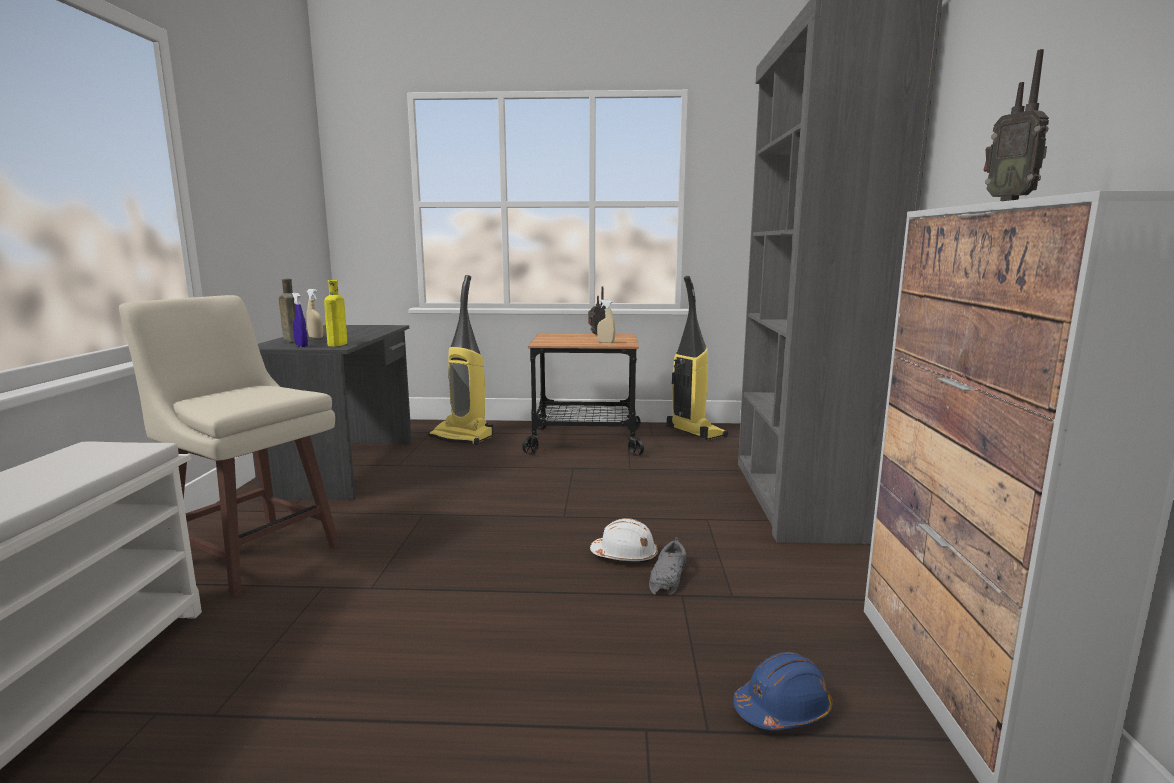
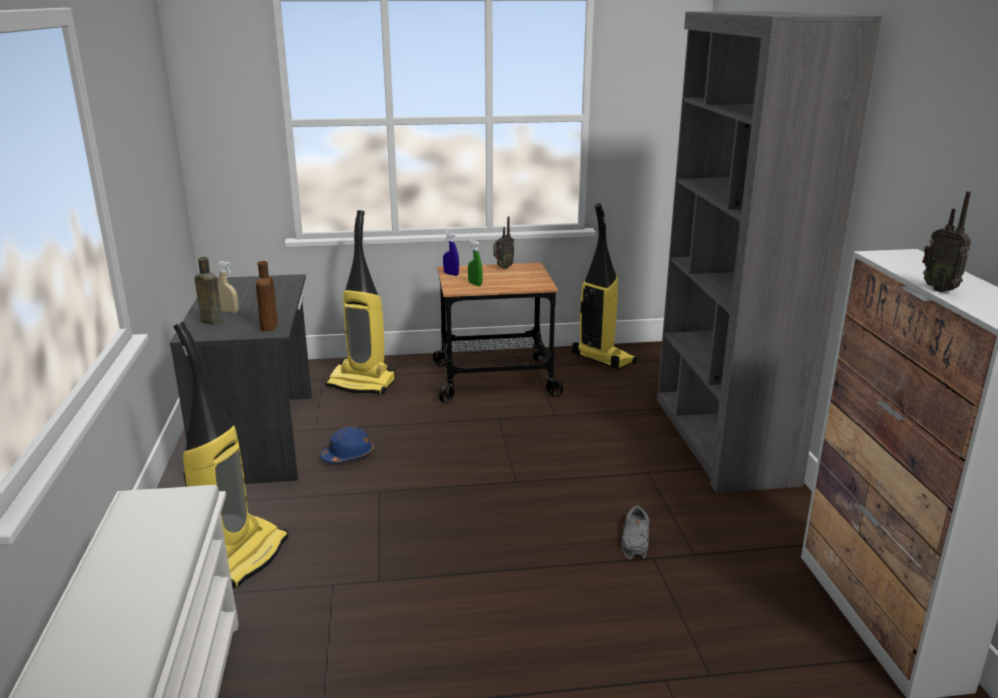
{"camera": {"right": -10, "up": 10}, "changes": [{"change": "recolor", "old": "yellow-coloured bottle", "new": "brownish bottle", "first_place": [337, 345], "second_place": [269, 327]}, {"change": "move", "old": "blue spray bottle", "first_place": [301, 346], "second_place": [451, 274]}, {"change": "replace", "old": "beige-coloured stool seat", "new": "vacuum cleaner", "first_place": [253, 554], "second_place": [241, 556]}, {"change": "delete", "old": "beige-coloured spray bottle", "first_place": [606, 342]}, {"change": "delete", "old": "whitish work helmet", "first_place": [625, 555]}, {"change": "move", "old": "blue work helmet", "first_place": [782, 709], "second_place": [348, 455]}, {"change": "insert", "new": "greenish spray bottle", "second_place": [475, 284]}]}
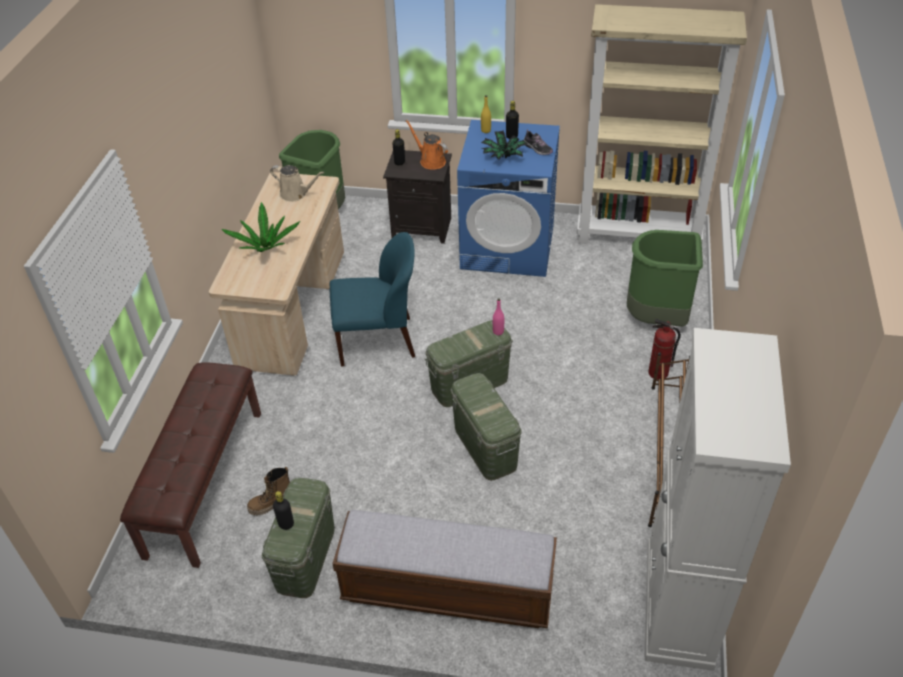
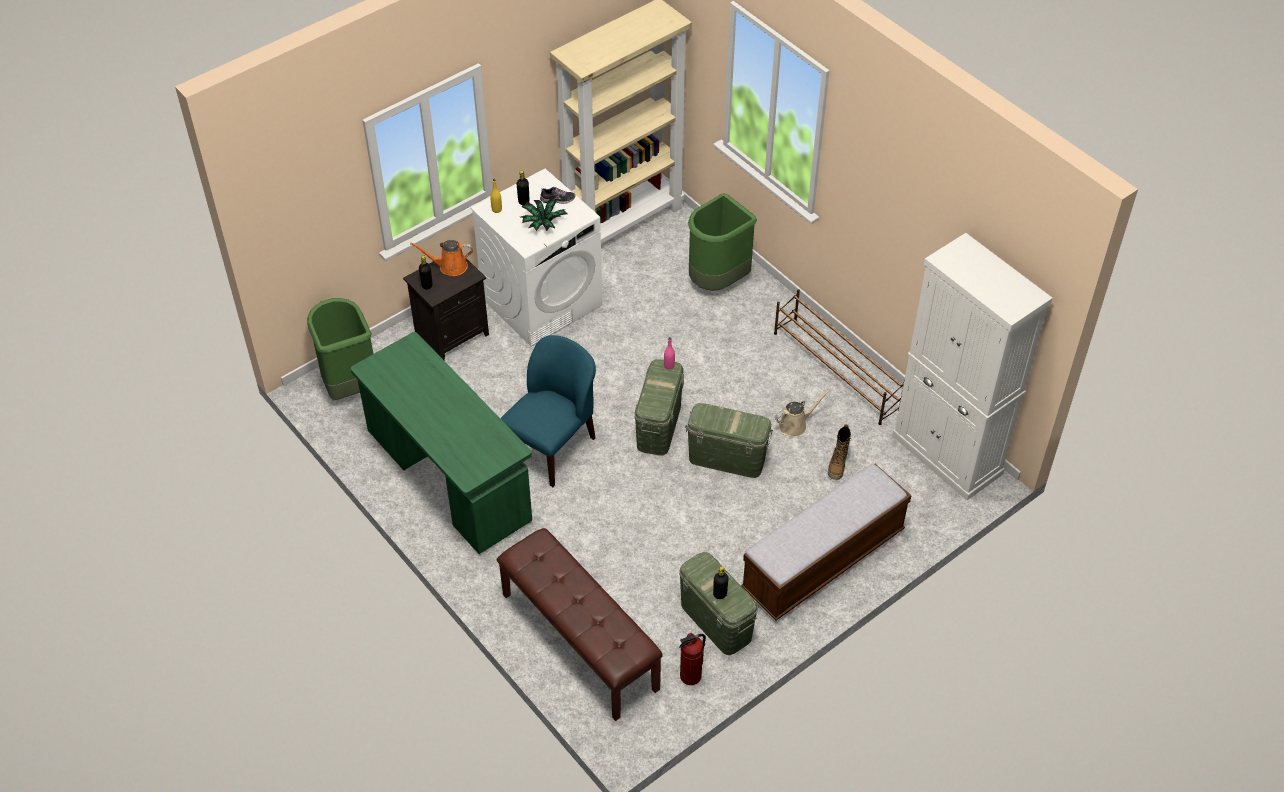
{"camera": {"right": -50, "up": 5}, "changes": [{"change": "recolor", "old": "blue laundry appliance", "new": "whitish laundry appliance", "first_place": [508, 247], "second_place": [542, 301]}, {"change": "move", "old": "beige-coloured watering pot", "first_place": [296, 194], "second_place": [795, 425]}, {"change": "recolor", "old": "beige-coloured desk", "new": "greenish desk", "first_place": [292, 309], "second_place": [448, 477]}, {"change": "delete", "old": "plant in a pot", "first_place": [265, 247]}, {"change": "move", "old": "extinguisher", "first_place": [658, 373], "second_place": [690, 676]}, {"change": "move", "old": "high-top boot", "first_place": [272, 504], "second_place": [838, 465]}]}
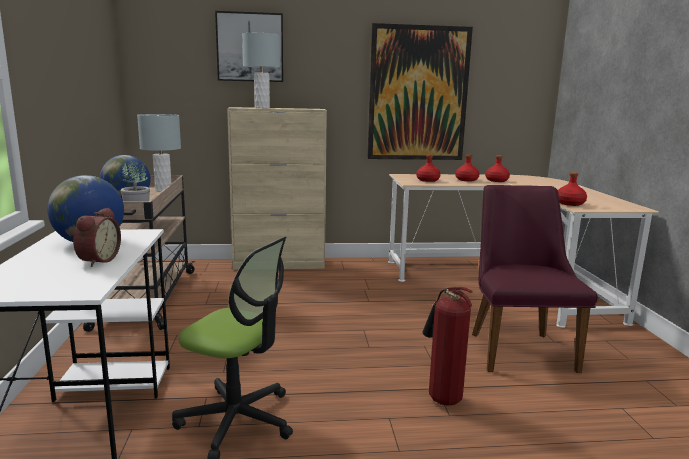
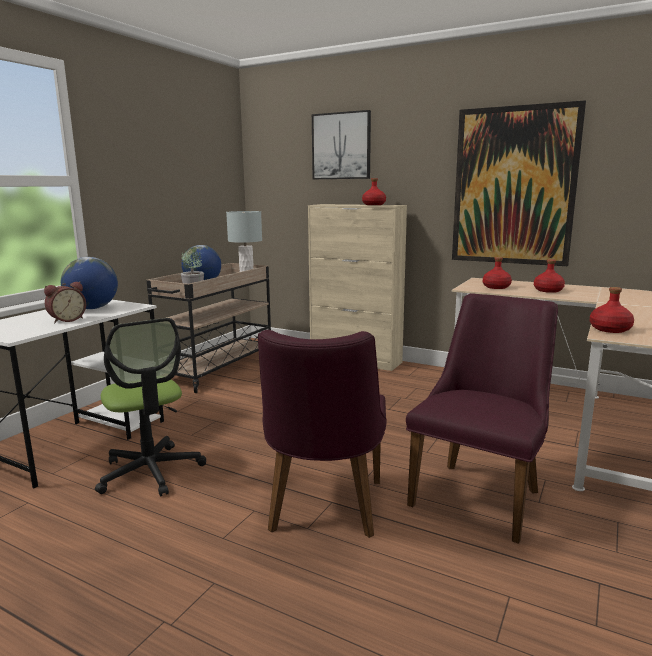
{"camera": {"right": 35, "up": 0}, "changes": [{"change": "delete", "old": "grey lamp for a table", "first_place": [262, 108]}, {"change": "move", "old": "red bottle", "first_place": [496, 180], "second_place": [373, 205]}, {"change": "replace", "old": "extinguisher", "new": "purple-coloured upright chair", "first_place": [441, 398], "second_place": [323, 511]}]}
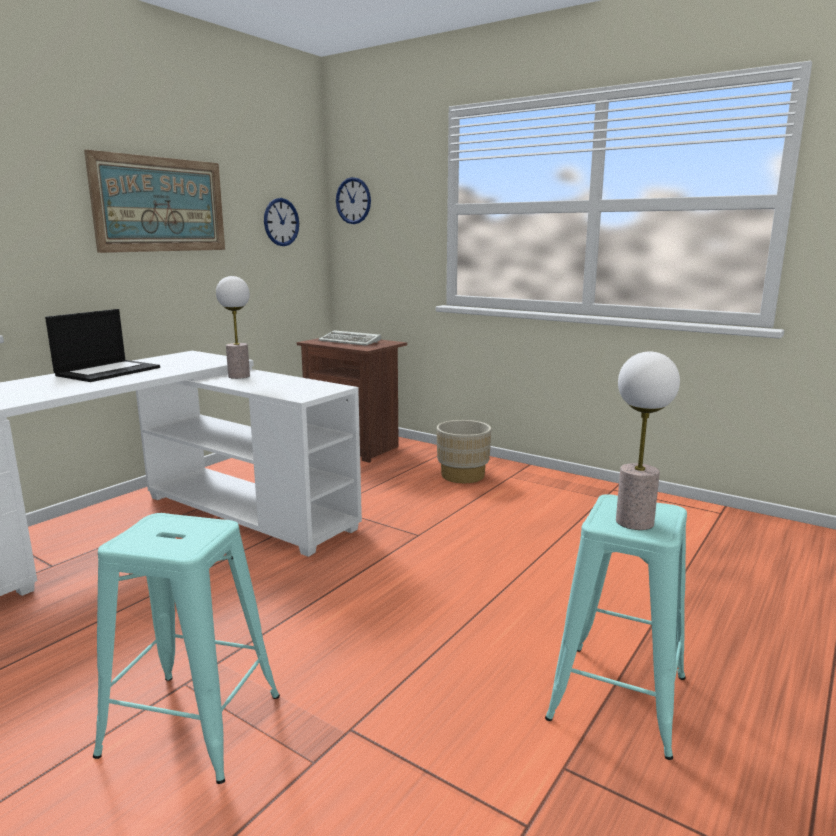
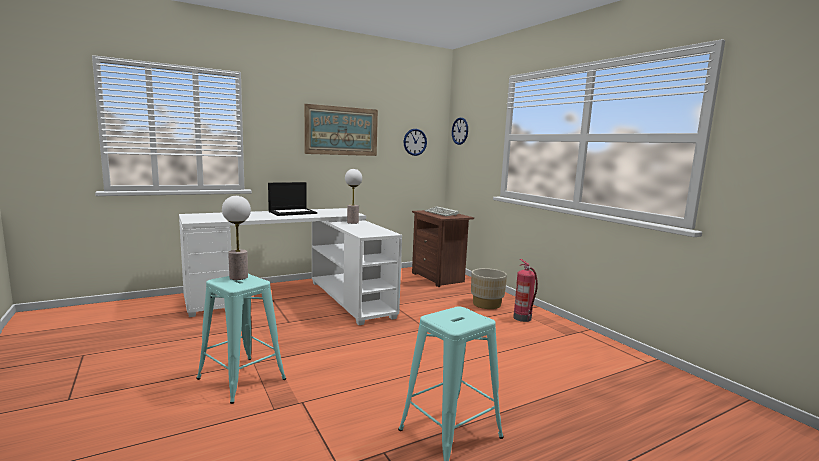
{"camera": {"right": 25, "up": -5}, "changes": [{"change": "move", "old": "lamp for a table", "first_place": [634, 522], "second_place": [238, 277]}, {"change": "insert", "new": "extinguisher", "second_place": [523, 318]}]}
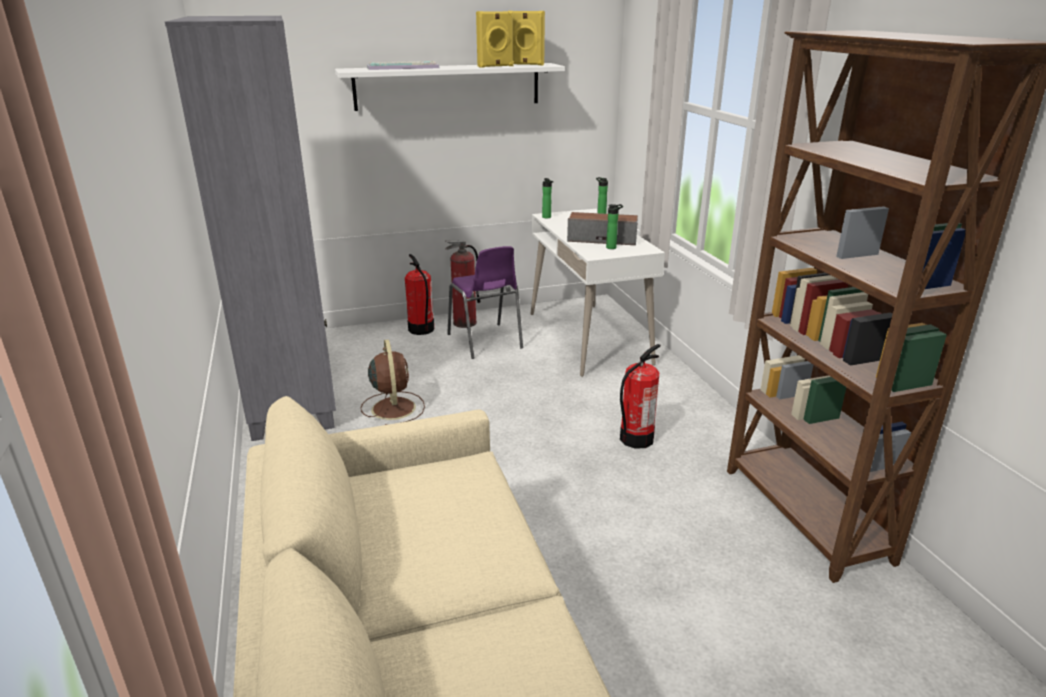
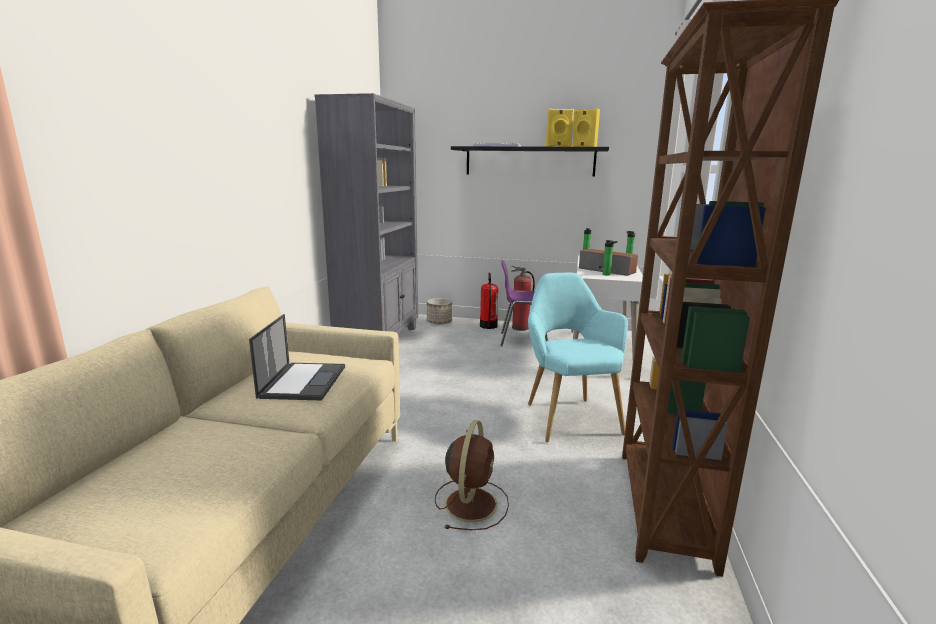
{"camera": {"right": 30, "up": -10}, "changes": [{"change": "recolor", "old": "whitish bracket shelf", "new": "black bracket shelf", "first_place": [448, 86], "second_place": [529, 161]}, {"change": "rotate", "old": "purple-coloured upright chair", "first_place": [485, 342], "second_place": [522, 340], "degrees": 90}, {"change": "move", "old": "brownish fan", "first_place": [393, 407], "second_place": [471, 502]}, {"change": "replace", "old": "extinguisher", "new": "turquoise-coloured lounge chair", "first_place": [636, 439], "second_place": [568, 416]}, {"change": "insert", "new": "planter", "second_place": [439, 322]}, {"change": "insert", "new": "portable computer", "second_place": [303, 381]}]}
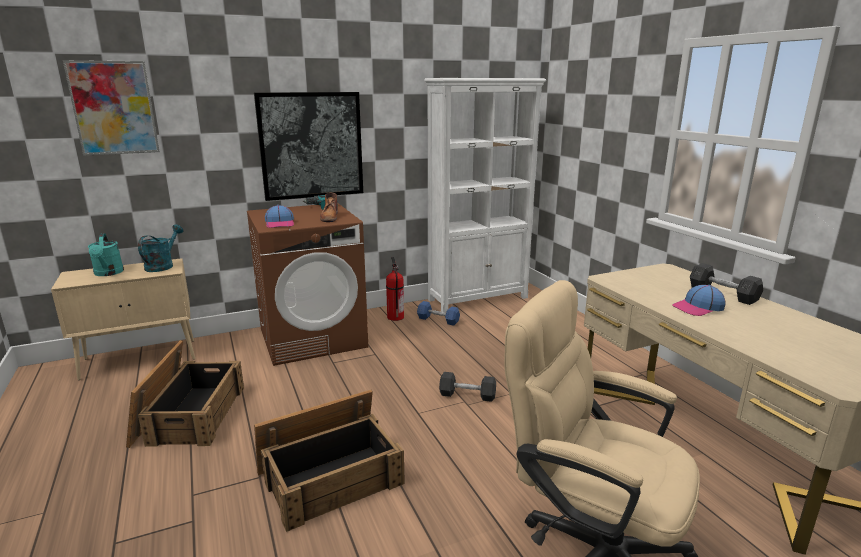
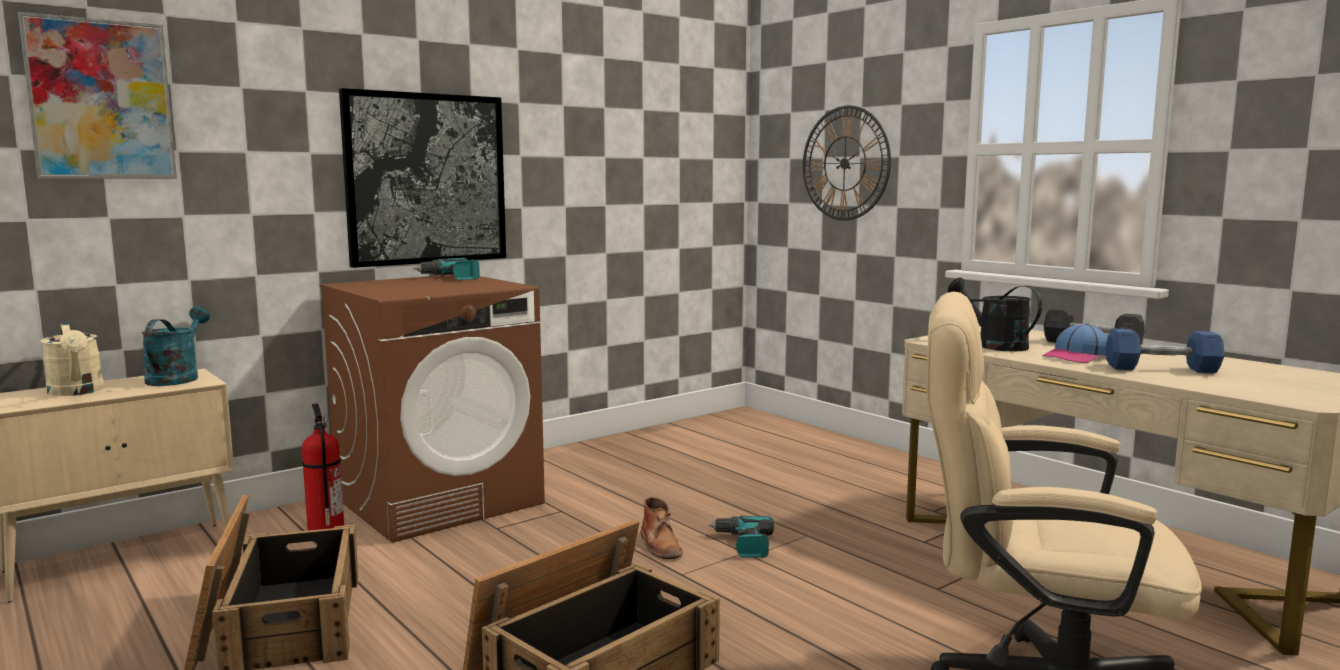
{"camera": {"right": -15, "up": -10}, "changes": [{"change": "delete", "old": "whitish bookcase", "first_place": [478, 298]}, {"change": "move", "old": "brownish high-top boot", "first_place": [329, 217], "second_place": [660, 545]}, {"change": "delete", "old": "baseball cap", "first_place": [280, 223]}, {"change": "recolor", "old": "turquoise-coloured watering pot", "new": "beige-coloured watering pot", "first_place": [108, 273], "second_place": [77, 392]}, {"change": "move", "old": "extinguisher", "first_place": [395, 317], "second_place": [325, 527]}, {"change": "move", "old": "blue dumbbell", "first_place": [438, 320], "second_place": [1161, 369]}, {"change": "replace", "old": "grey dumbbell", "new": "drill", "first_place": [467, 395], "second_place": [743, 544]}, {"change": "insert", "new": "clock on the wall", "second_place": [845, 163]}, {"change": "insert", "new": "black watering pot", "second_place": [994, 345]}]}
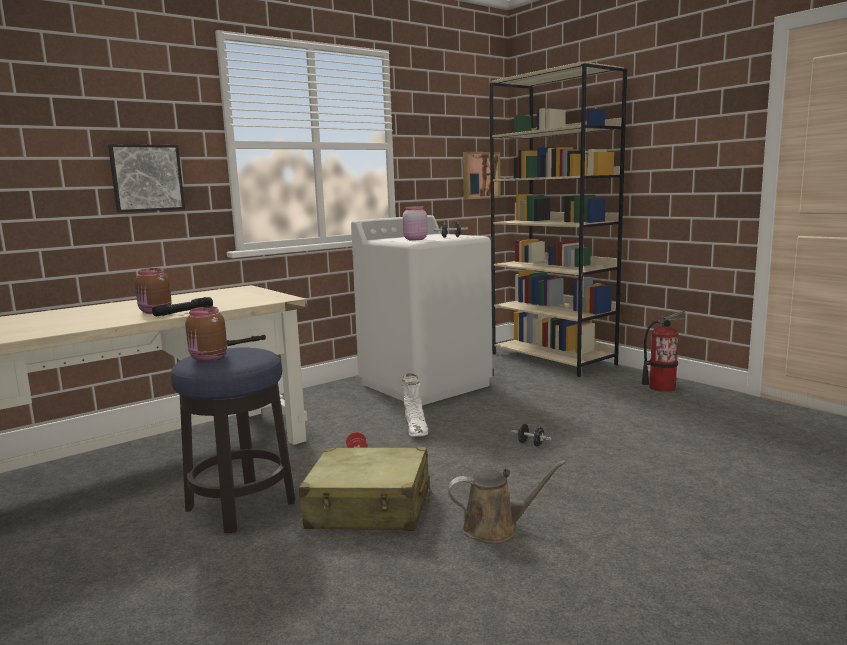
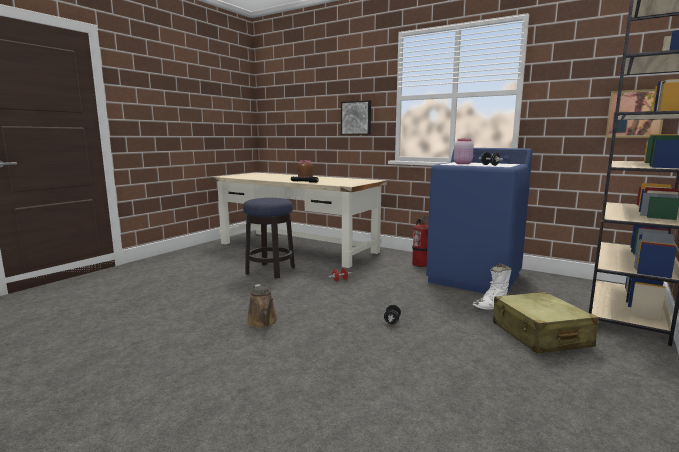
{"camera": {"right": 70, "up": 0}, "changes": [{"change": "recolor", "old": "whitish laundry appliance", "new": "blue laundry appliance", "first_place": [426, 384], "second_place": [475, 278]}, {"change": "delete", "old": "brownish jar", "first_place": [208, 358]}, {"change": "move", "old": "extinguisher", "first_place": [661, 388], "second_place": [420, 264]}, {"change": "move", "old": "whitish high-top boot", "first_place": [416, 429], "second_place": [491, 306]}, {"change": "move", "old": "beige-coloured piece of luggage", "first_place": [369, 508], "second_place": [540, 335]}]}
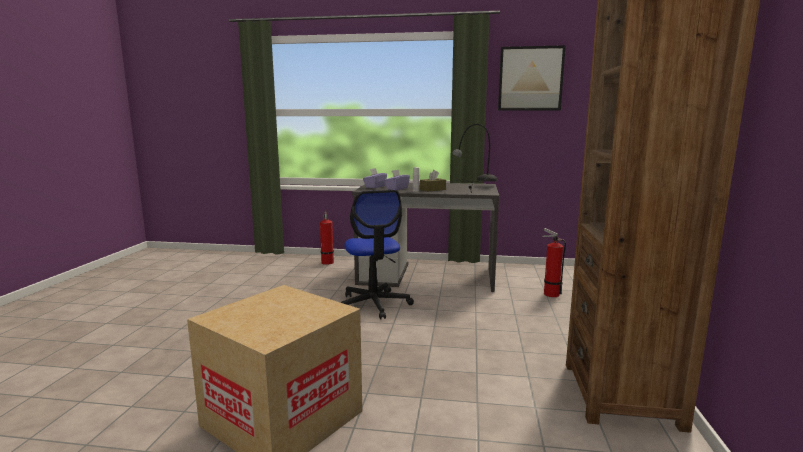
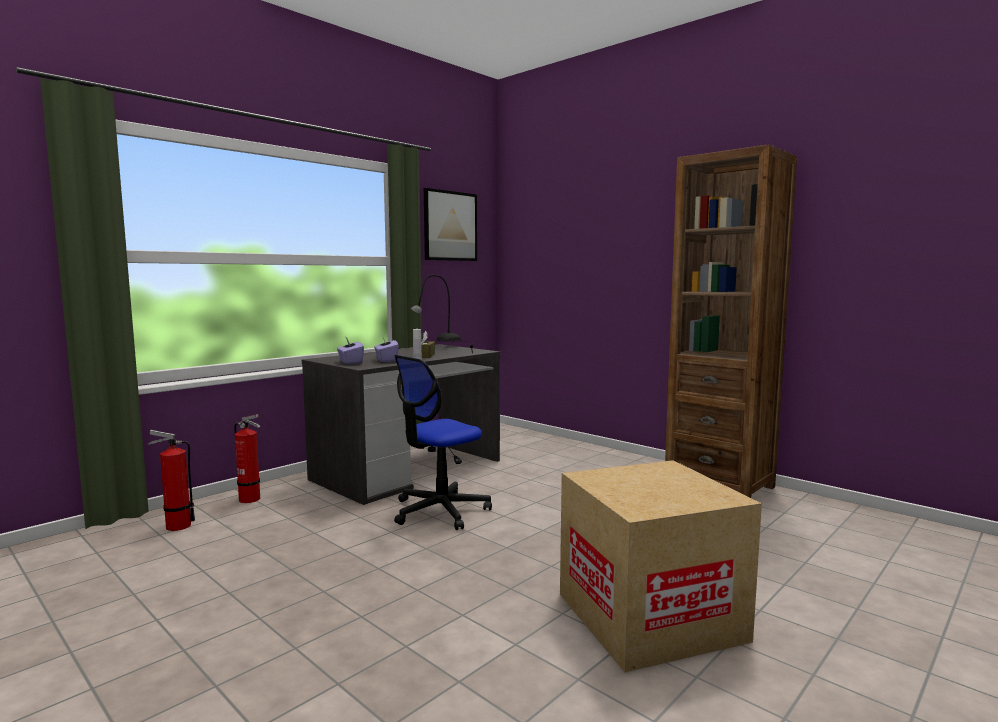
{"camera": {"right": -55, "up": -5}, "changes": [{"change": "rotate", "old": "office chair", "first_place": [373, 304], "second_place": [440, 511], "degrees": 120}, {"change": "move", "old": "extinguisher", "first_place": [549, 294], "second_place": [175, 526]}]}
